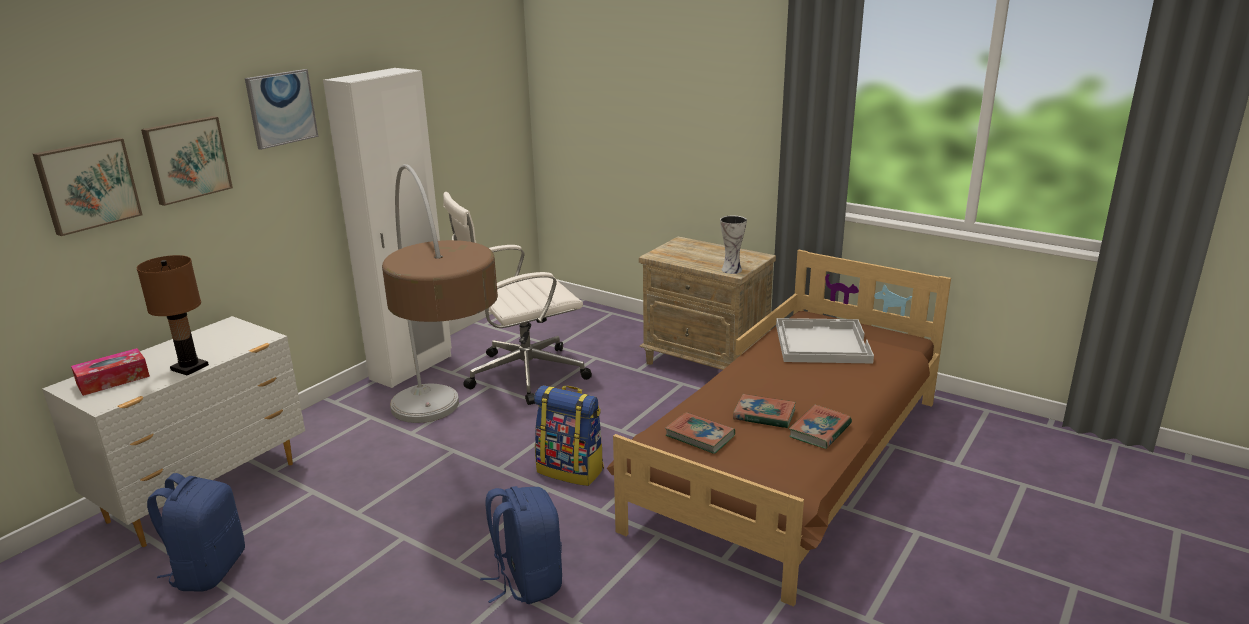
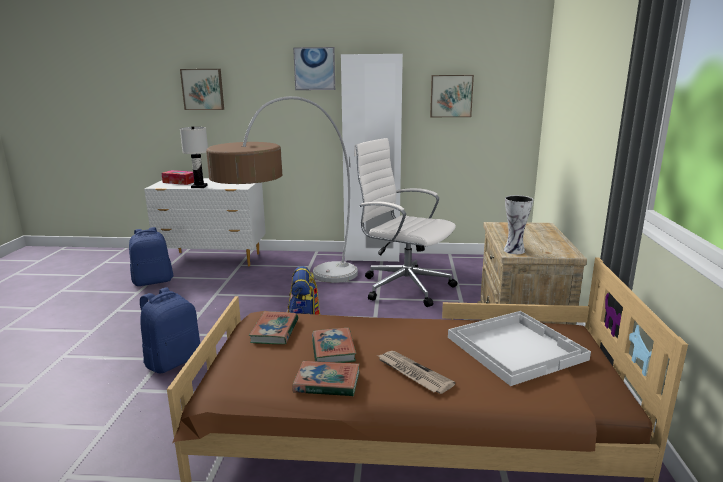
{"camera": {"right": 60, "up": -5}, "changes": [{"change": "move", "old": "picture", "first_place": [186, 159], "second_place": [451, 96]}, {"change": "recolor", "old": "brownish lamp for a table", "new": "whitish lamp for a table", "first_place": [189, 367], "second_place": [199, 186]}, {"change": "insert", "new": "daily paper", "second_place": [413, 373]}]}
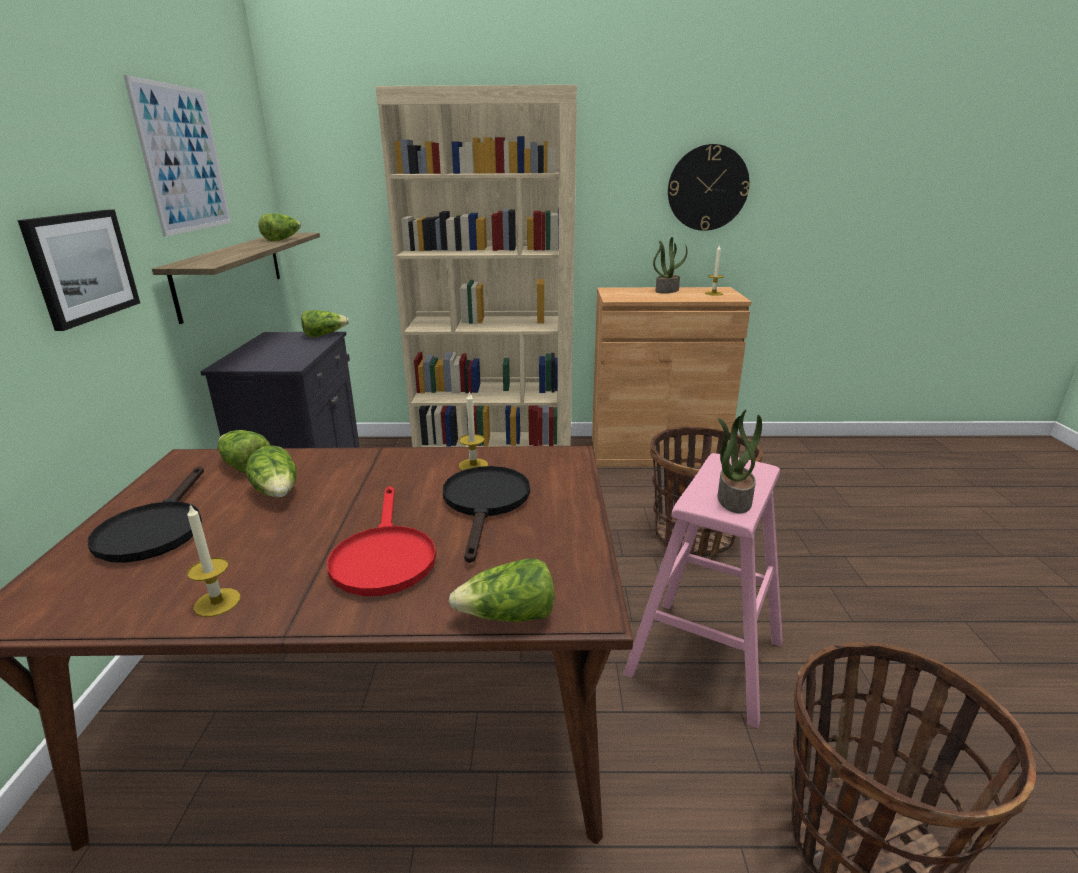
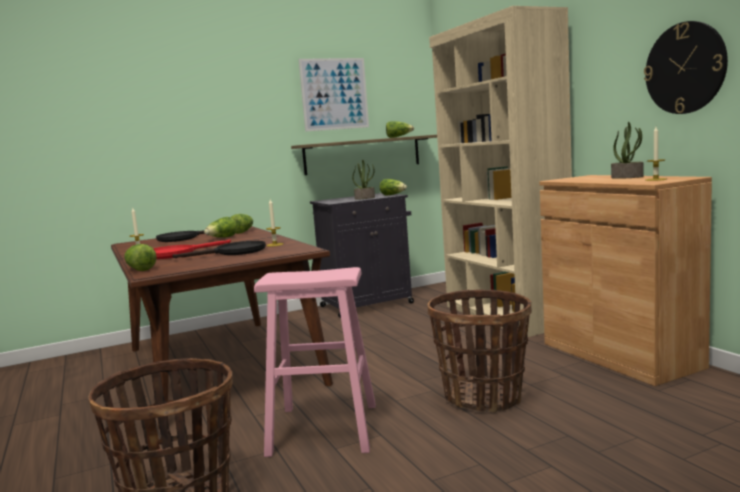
{"camera": {"right": 65, "up": -15}, "changes": [{"change": "delete", "old": "picture", "first_place": [82, 266]}, {"change": "move", "old": "plant in a pot", "first_place": [733, 499], "second_place": [365, 198]}]}
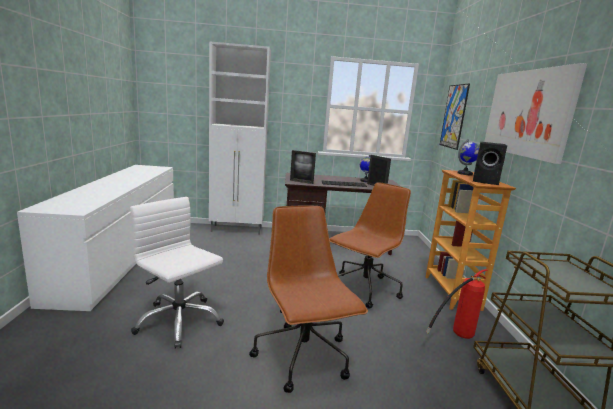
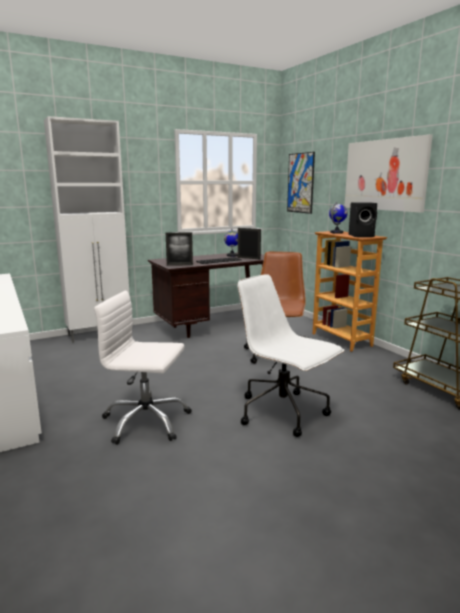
{"camera": {"right": -25, "up": 0}, "changes": [{"change": "recolor", "old": "brownish office chair", "new": "whitish office chair", "first_place": [303, 358], "second_place": [283, 413]}, {"change": "delete", "old": "extinguisher", "first_place": [455, 336]}]}
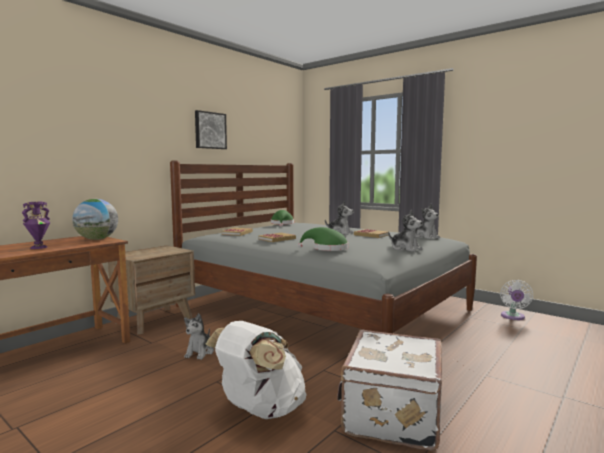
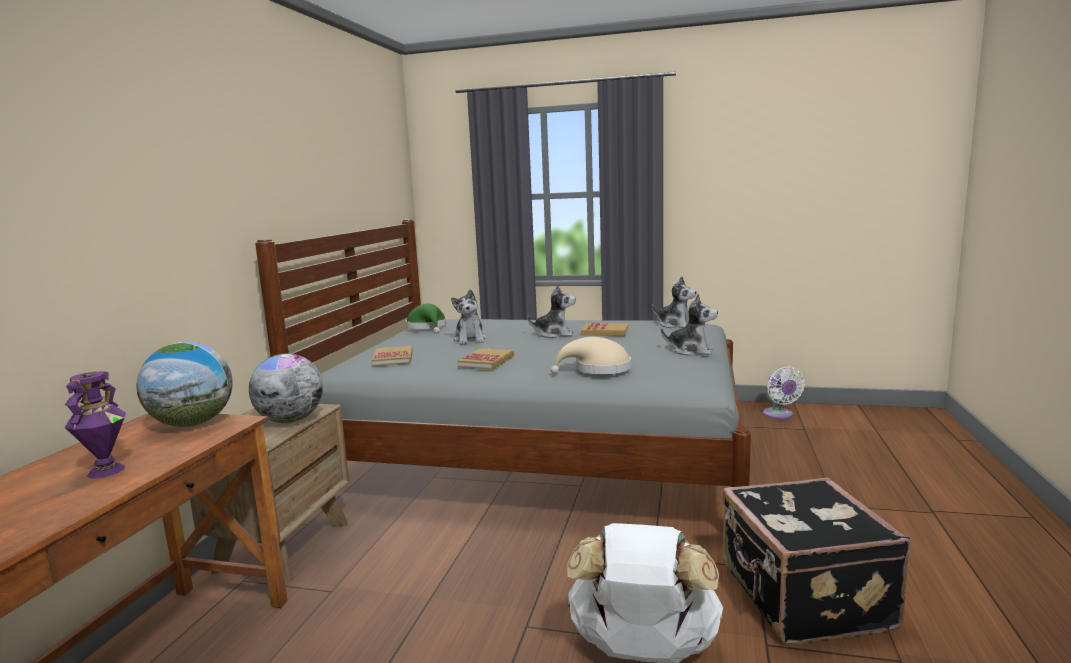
{"camera": {"right": -25, "up": 5}, "changes": [{"change": "delete", "old": "picture", "first_place": [210, 130]}, {"change": "recolor", "old": "greenish clothing hat", "new": "beige-coloured clothing hat", "first_place": [327, 248], "second_place": [598, 369]}, {"change": "move", "old": "cuddly toy", "first_place": [200, 352], "second_place": [470, 340]}, {"change": "recolor", "old": "whitish piece of luggage", "new": "black piece of luggage", "first_place": [390, 415], "second_place": [802, 597]}, {"change": "insert", "new": "world globe", "second_place": [290, 420]}]}
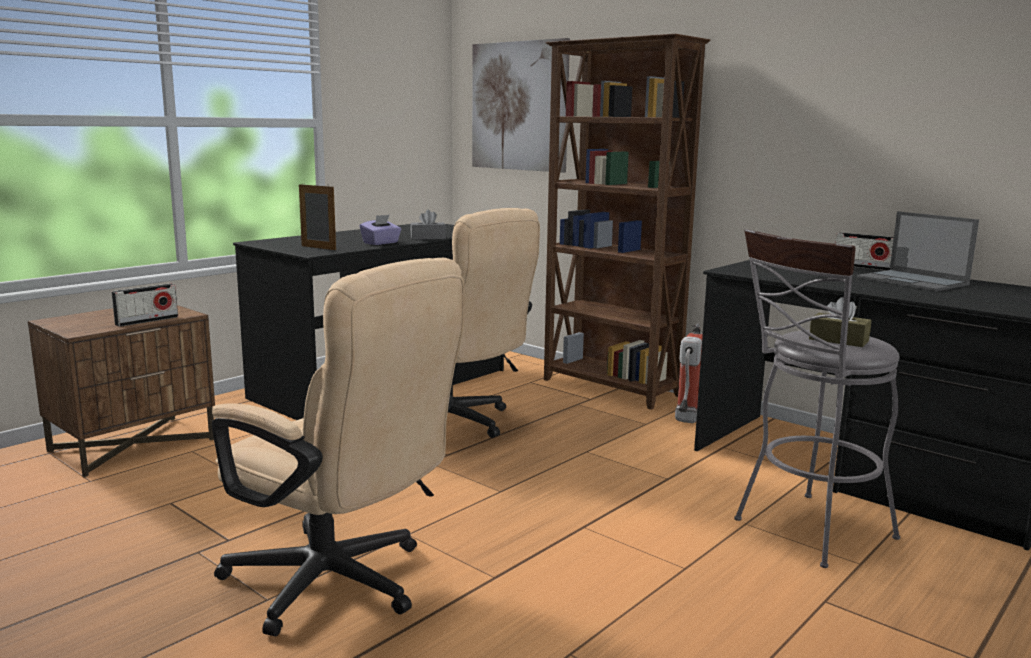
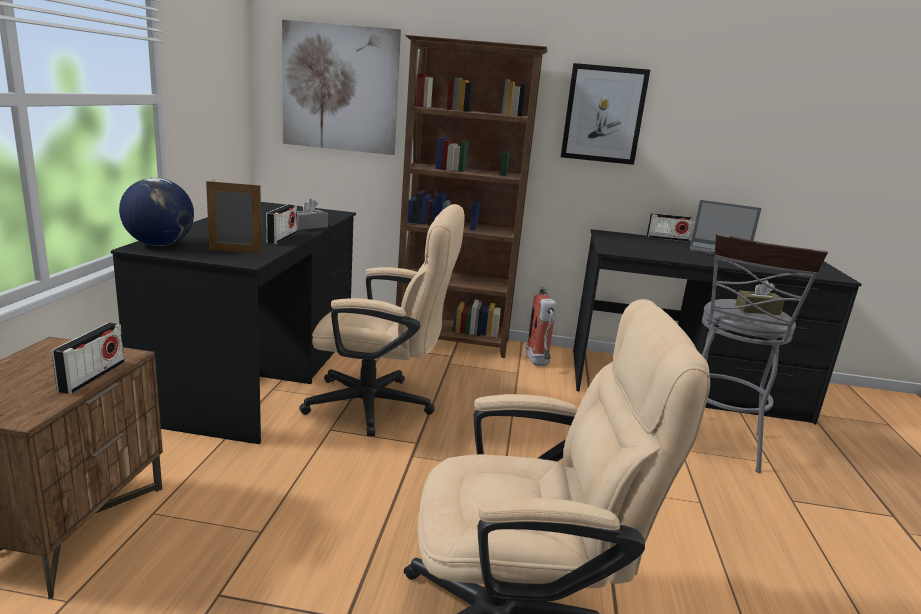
{"camera": {"right": -35, "up": 5}, "changes": [{"change": "replace", "old": "purple-coloured tissue box", "new": "radio set", "first_place": [381, 243], "second_place": [282, 238]}, {"change": "insert", "new": "picture", "second_place": [603, 114]}, {"change": "insert", "new": "world globe", "second_place": [159, 244]}]}
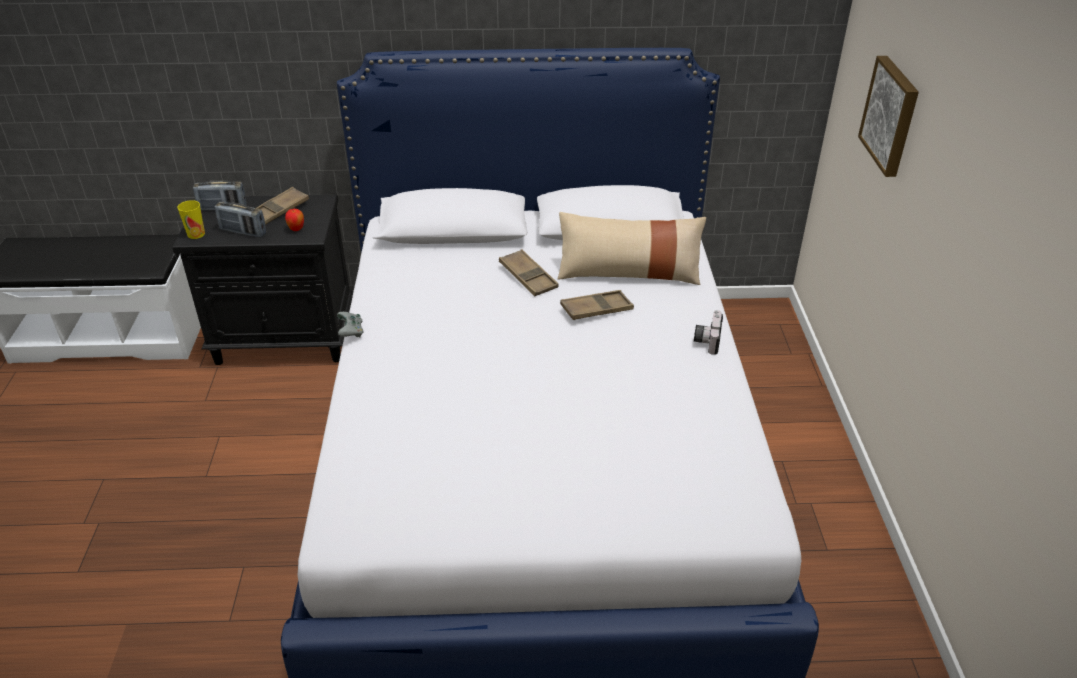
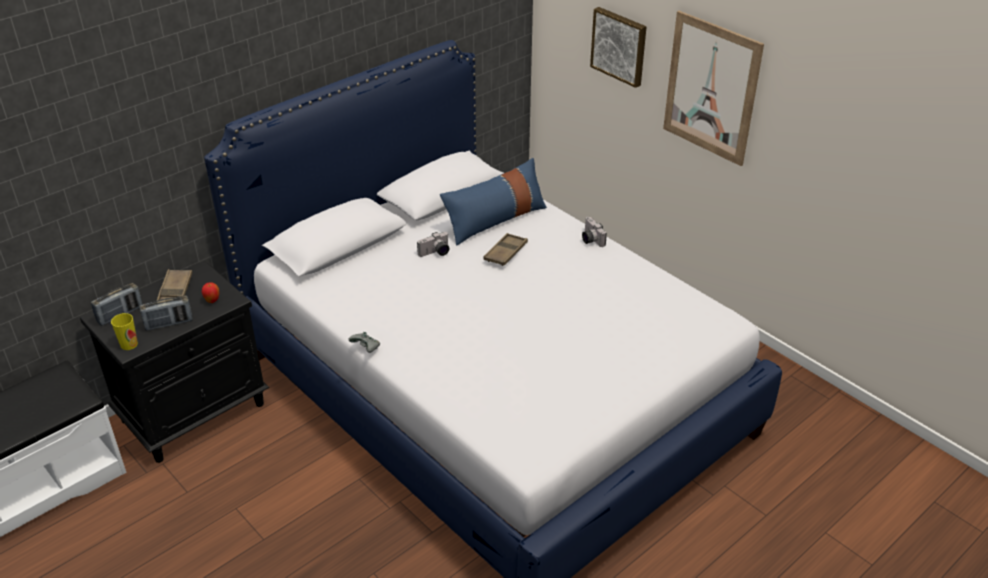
{"camera": {"right": -40, "up": 0}, "changes": [{"change": "recolor", "old": "beige-coloured pillow", "new": "blue pillow", "first_place": [629, 273], "second_place": [495, 220]}, {"change": "replace", "old": "brownish serving tray", "new": "photo camera", "first_place": [528, 277], "second_place": [435, 253]}, {"change": "insert", "new": "picture", "second_place": [711, 88]}]}
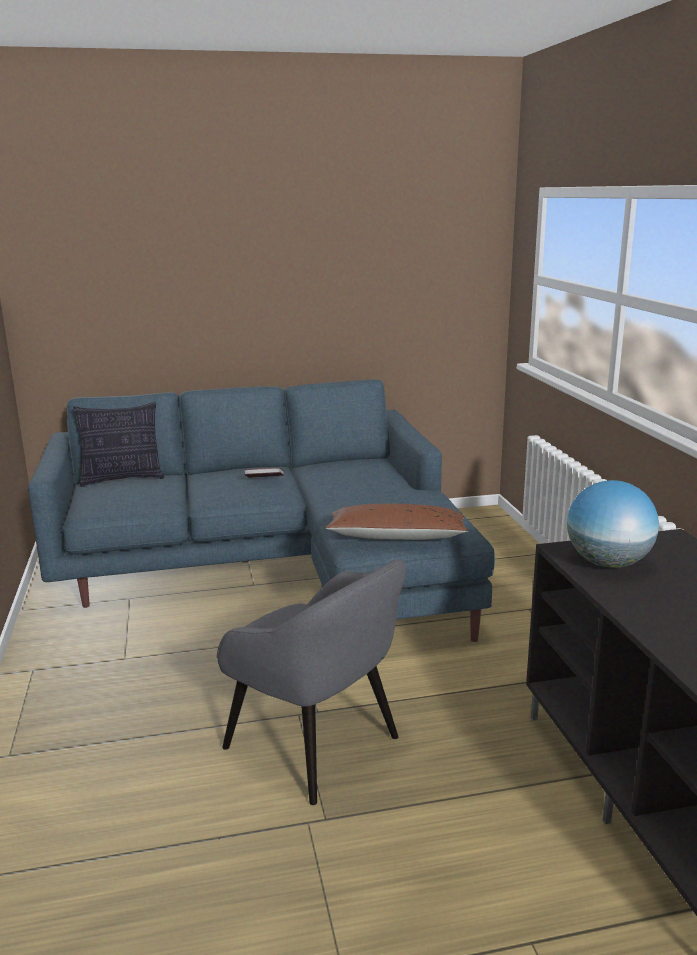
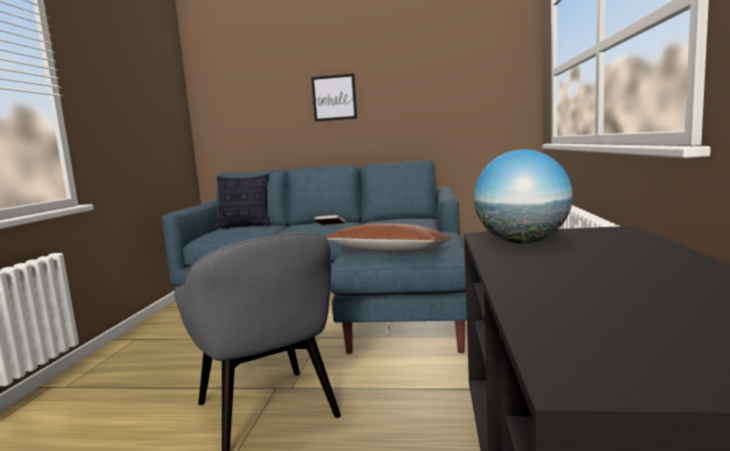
{"camera": {"right": 20, "up": -10}, "changes": [{"change": "insert", "new": "picture", "second_place": [334, 97]}]}
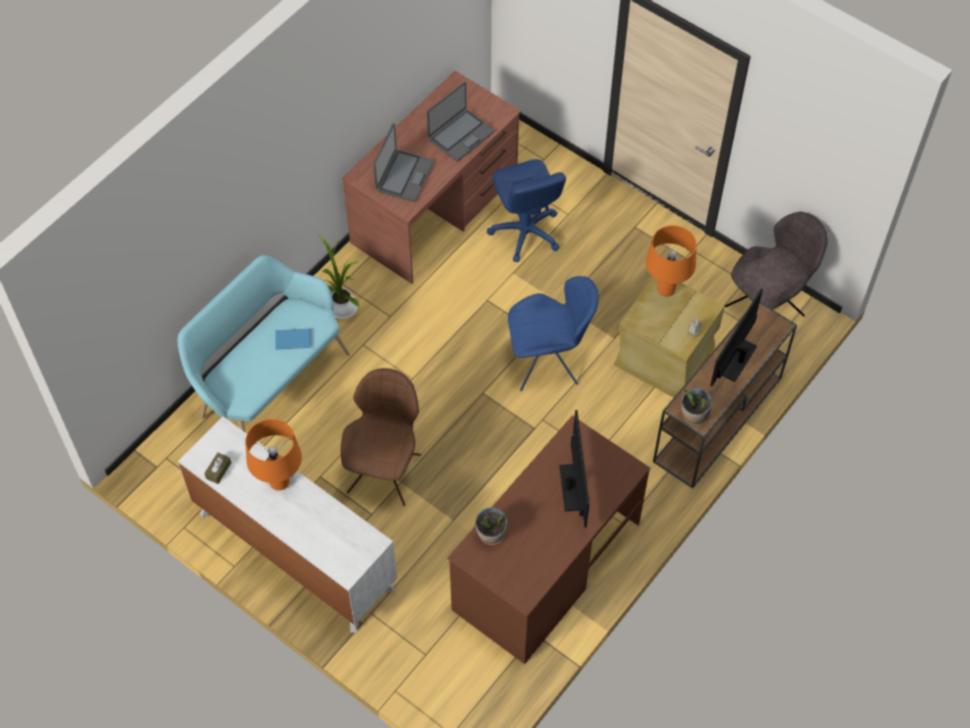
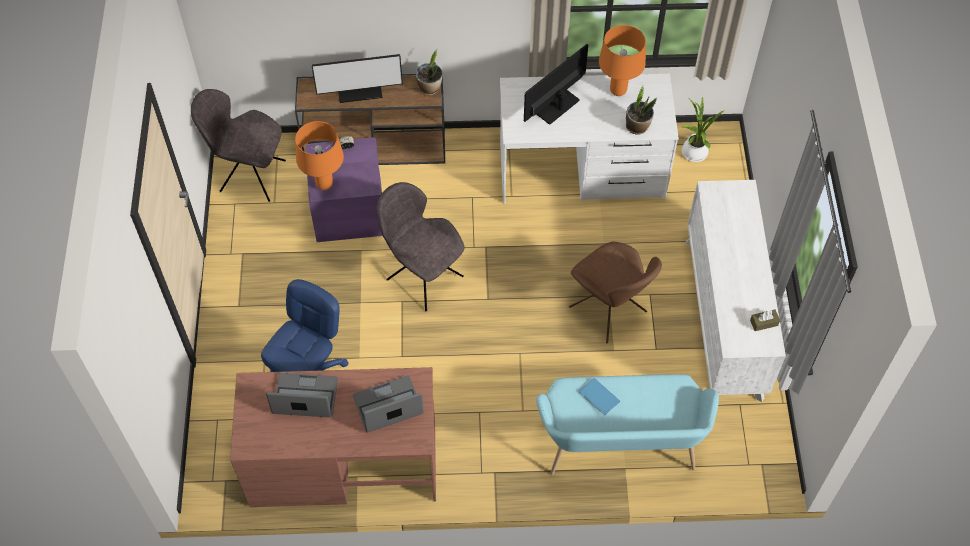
{"camera": {"right": -130, "up": 0}, "changes": [{"change": "move", "old": "plant in a pot", "first_place": [341, 306], "second_place": [693, 154]}, {"change": "recolor", "old": "blue upright chair", "new": "grey upright chair", "first_place": [548, 363], "second_place": [422, 276]}, {"change": "recolor", "old": "beige-coloured storage bin", "new": "purple-coloured storage bin", "first_place": [666, 356], "second_place": [348, 209]}, {"change": "rotate", "old": "brownish upright chair", "first_place": [385, 470], "second_place": [609, 311], "degrees": -105}, {"change": "recolor", "old": "brownish desk", "new": "whitish desk", "first_place": [545, 566], "second_place": [582, 170]}, {"change": "move", "old": "orangey lamp for a table", "first_place": [280, 482], "second_place": [617, 91]}]}
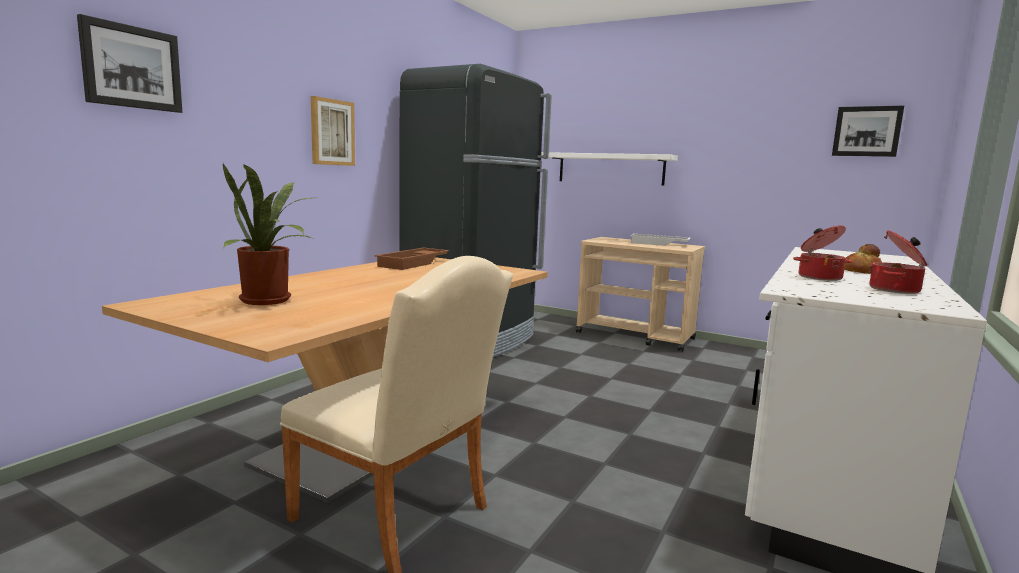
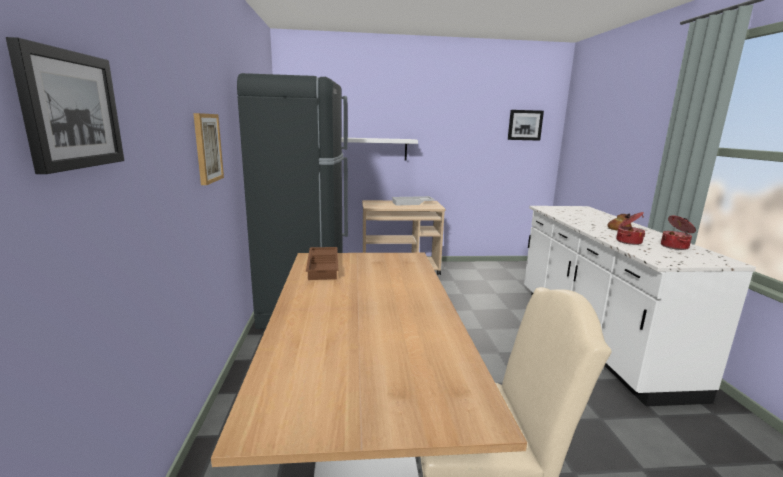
{"camera": {"right": -35, "up": 5}, "changes": [{"change": "delete", "old": "plant in a pot", "first_place": [270, 301]}]}
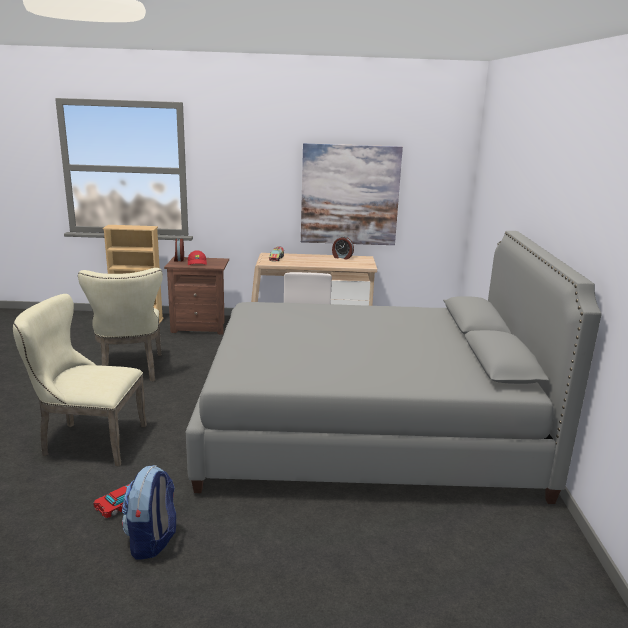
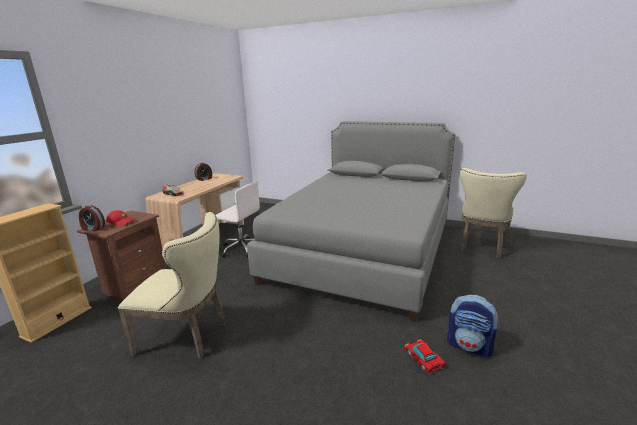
{"camera": {"right": -65, "up": 0}, "changes": [{"change": "delete", "old": "picture", "first_place": [350, 195]}, {"change": "move", "old": "beige-coloured upright chair", "first_place": [88, 441], "second_place": [482, 247]}]}
